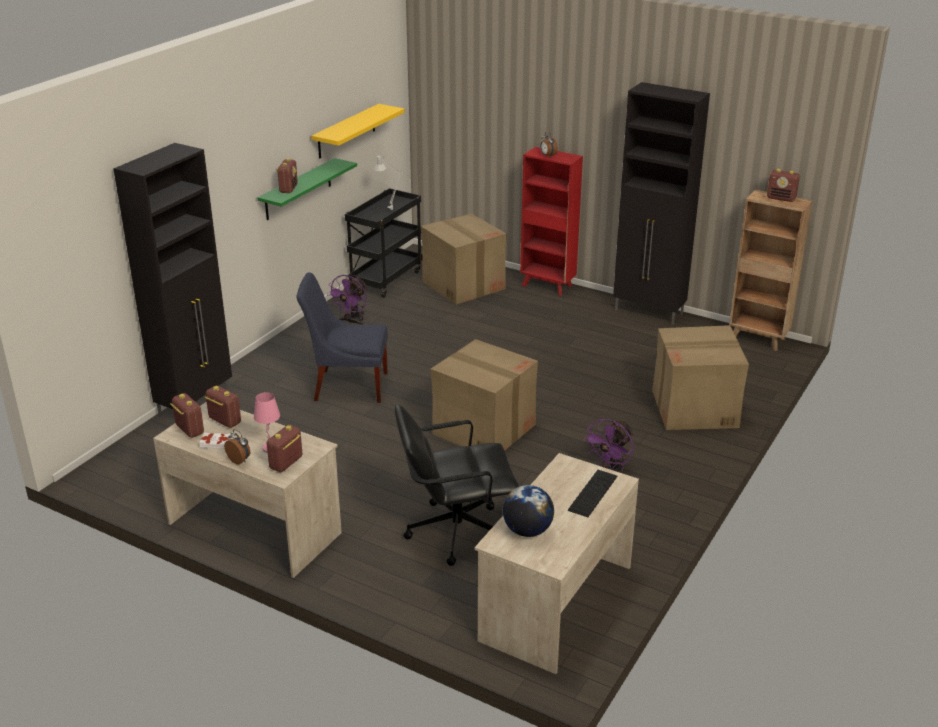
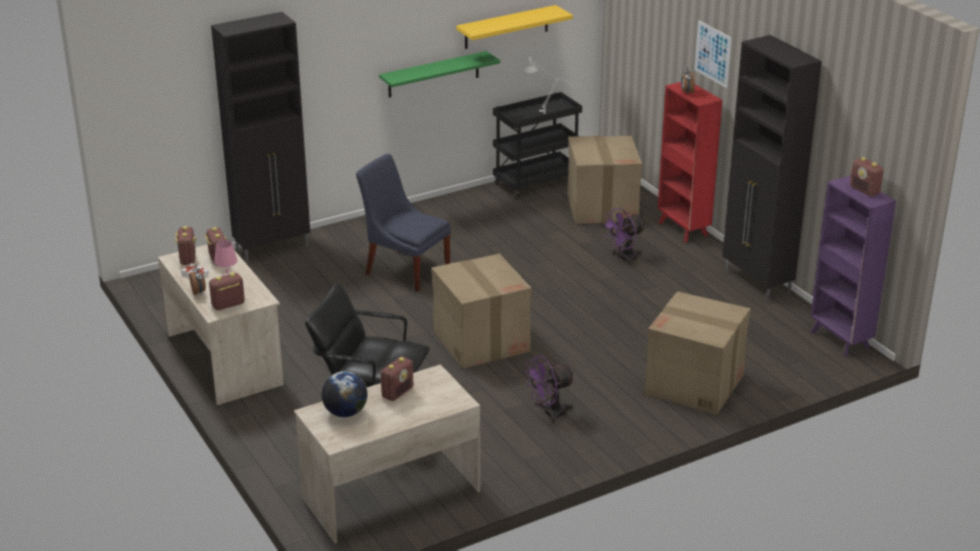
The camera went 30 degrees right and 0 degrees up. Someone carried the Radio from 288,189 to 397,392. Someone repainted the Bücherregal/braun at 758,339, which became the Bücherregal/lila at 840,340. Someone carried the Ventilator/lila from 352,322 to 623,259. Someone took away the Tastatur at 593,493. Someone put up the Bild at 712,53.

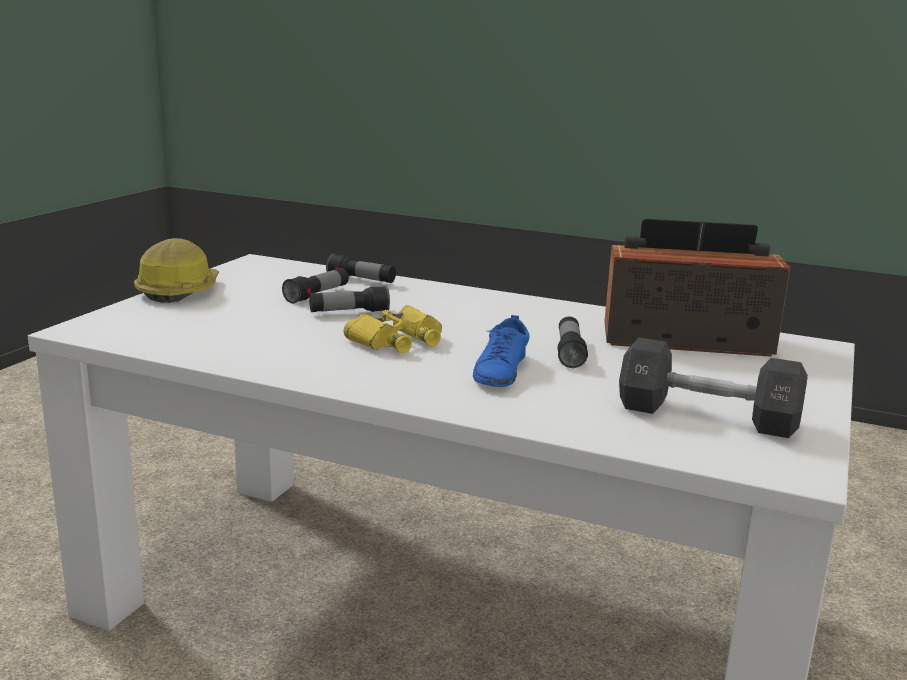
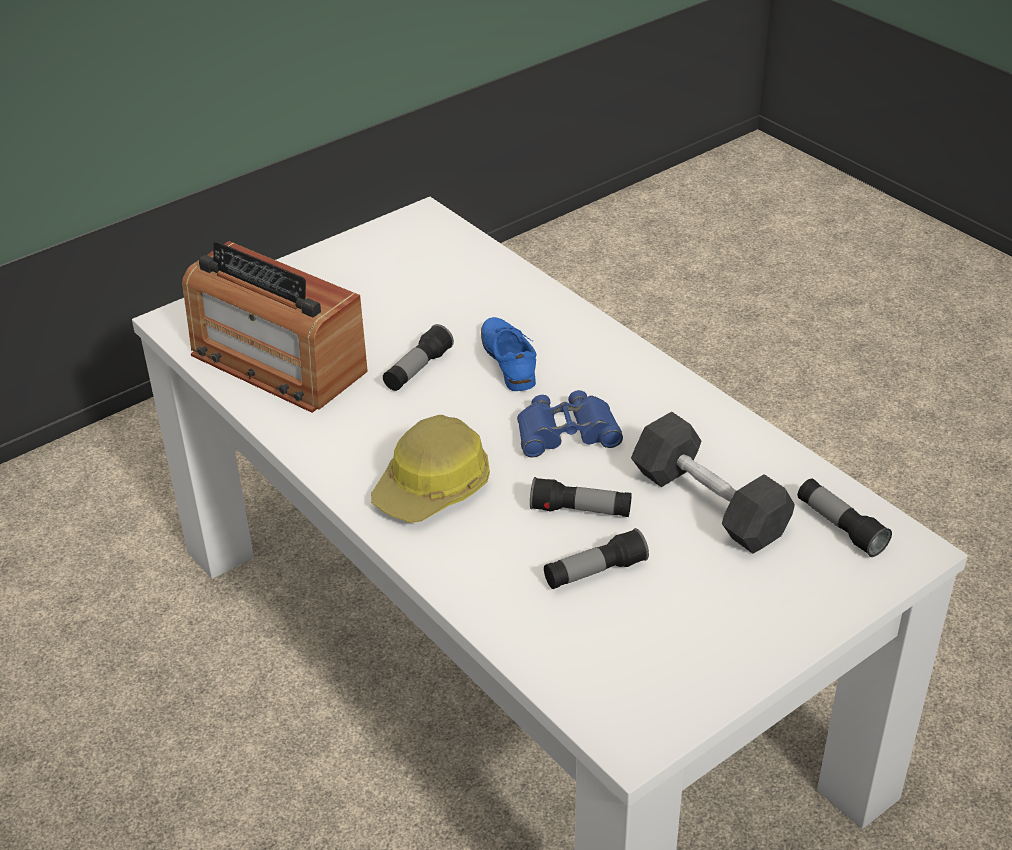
The camera went 150 degrees left and 20 degrees up. Someone carried the Schutzhelm from 178,291 to 434,487. Someone carried the Taschenlampe from 361,280 to 840,527. Someone repainted the Fernglas/gelb at 397,341, which became the Fernglas/blau at 566,433. Someone rotated the Schuh/blau at 500,370 by 60 degrees counterclockwise. Someone carried the Hantel/schwarz from 707,416 to 709,504.

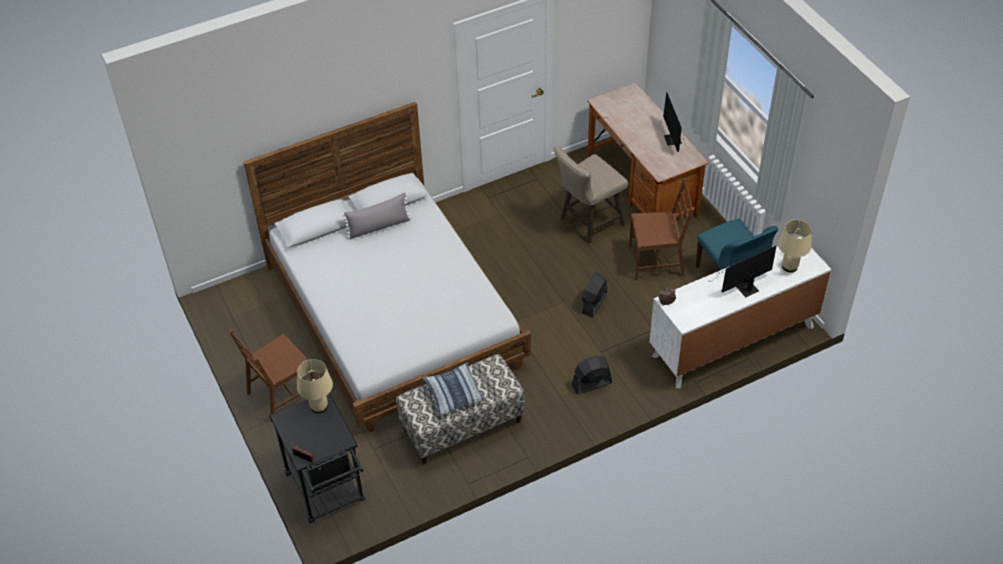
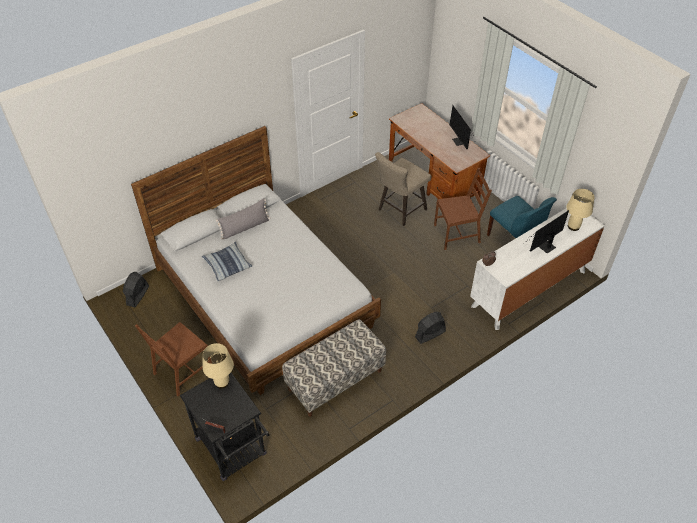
The camera went 10 degrees left and 0 degrees up. Someone carried the Ventilator/schwarz from 594,303 to 137,295. Someone carried the Kissen from 454,393 to 227,265.

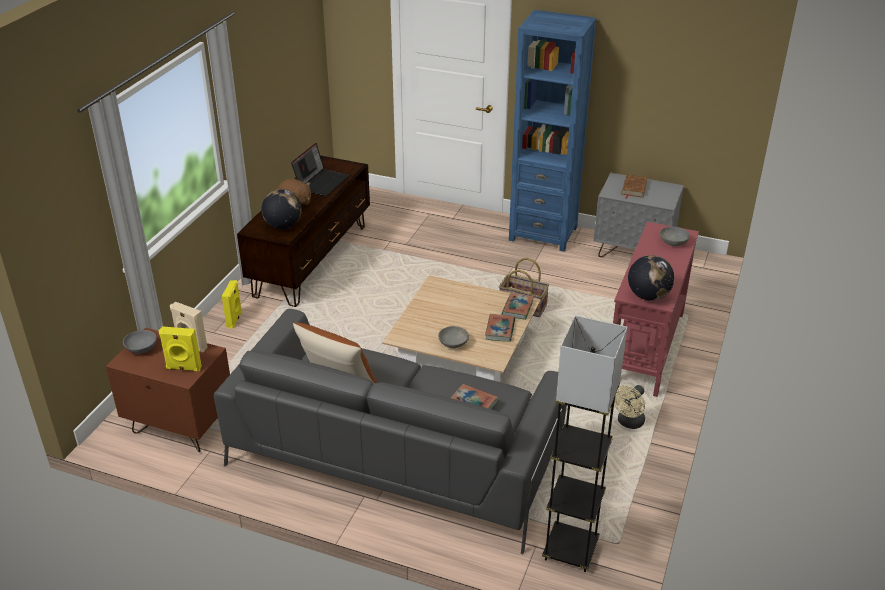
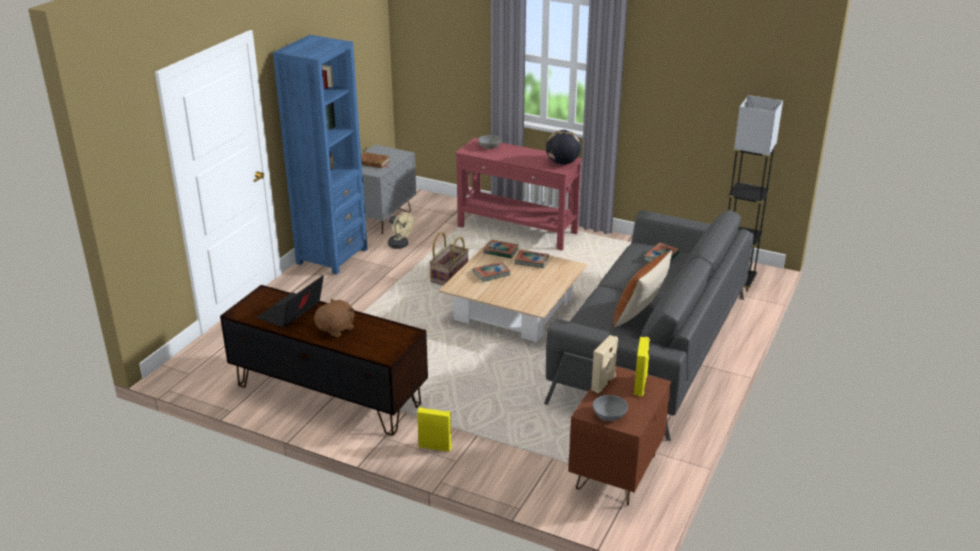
The camera went 85 degrees left and 5 degrees down. Someone rotated the Laptop at 321,182 by 90 degrees counterclockwise. Someone took away the Globus at 283,226. Someone took away the Schüssel/grau at 453,344. Someone carried the Ventilator/beige from 628,423 to 400,245. Someone put down the Buch at 491,273.

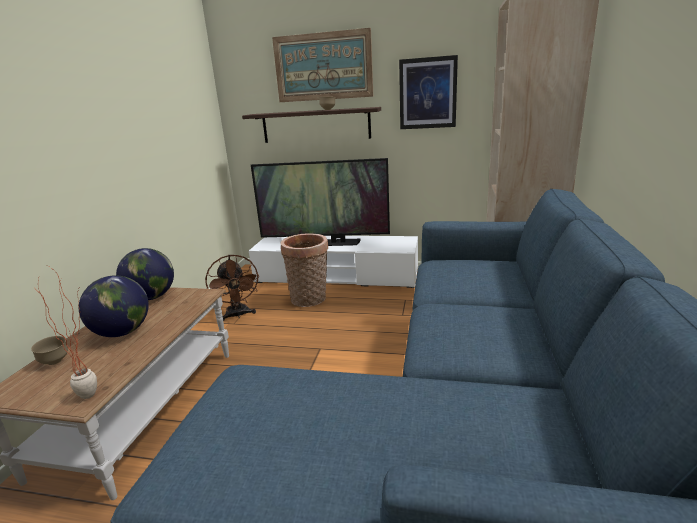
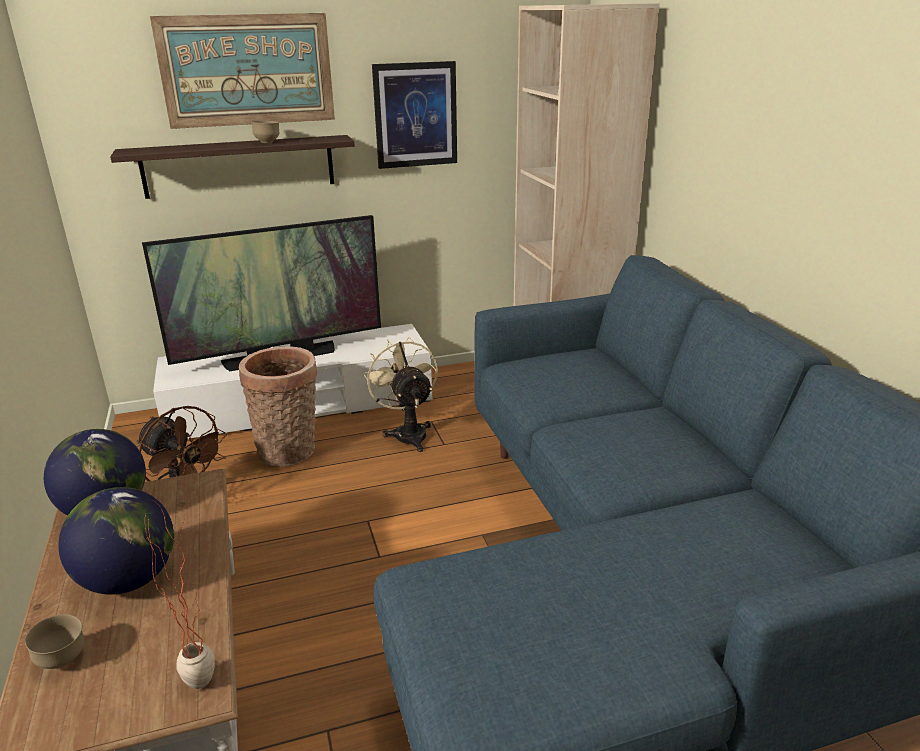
The camera went 30 degrees left and 5 degrees up. Someone put down the Ventilator/beige at 408,433.

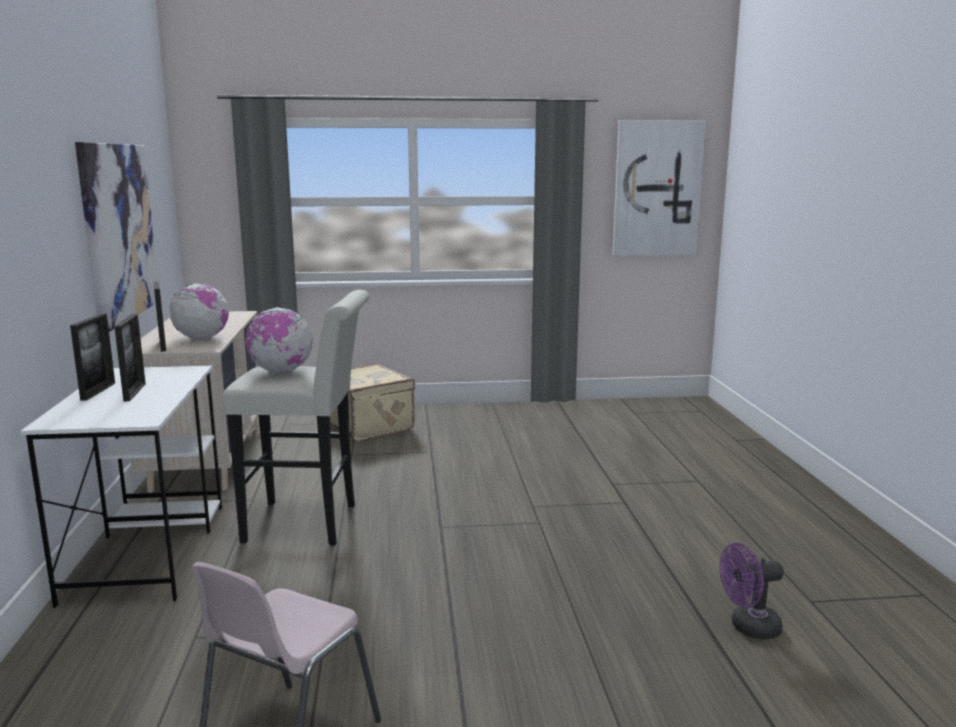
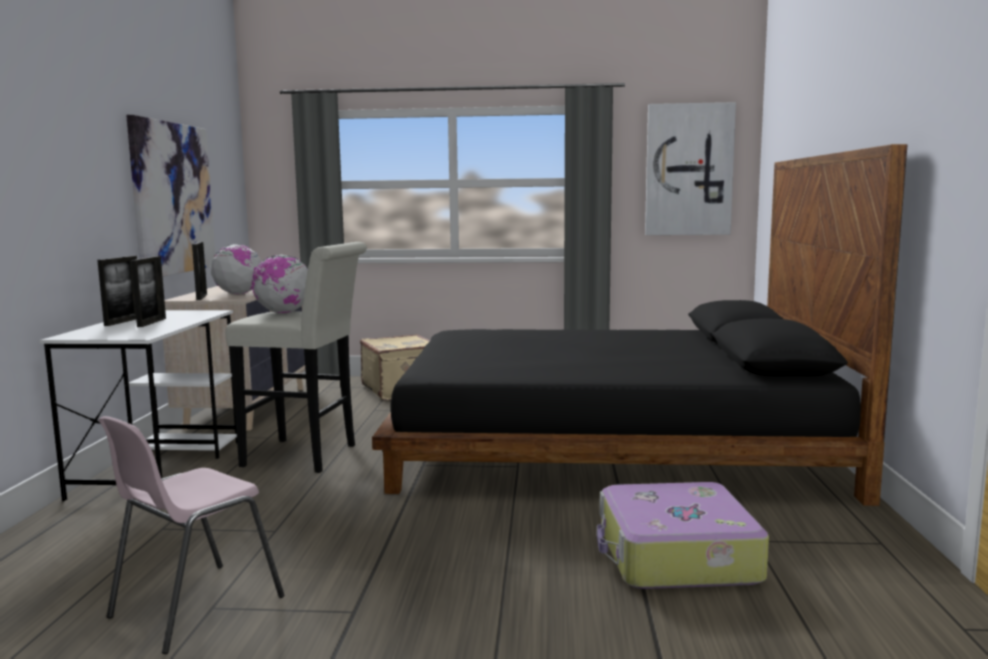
The camera went 10 degrees right and 5 degrees down. Someone swapped the Ventilator/lila at 748,628 for the Koffer at 675,556. Someone put down the Bett/schwarz at 607,444.

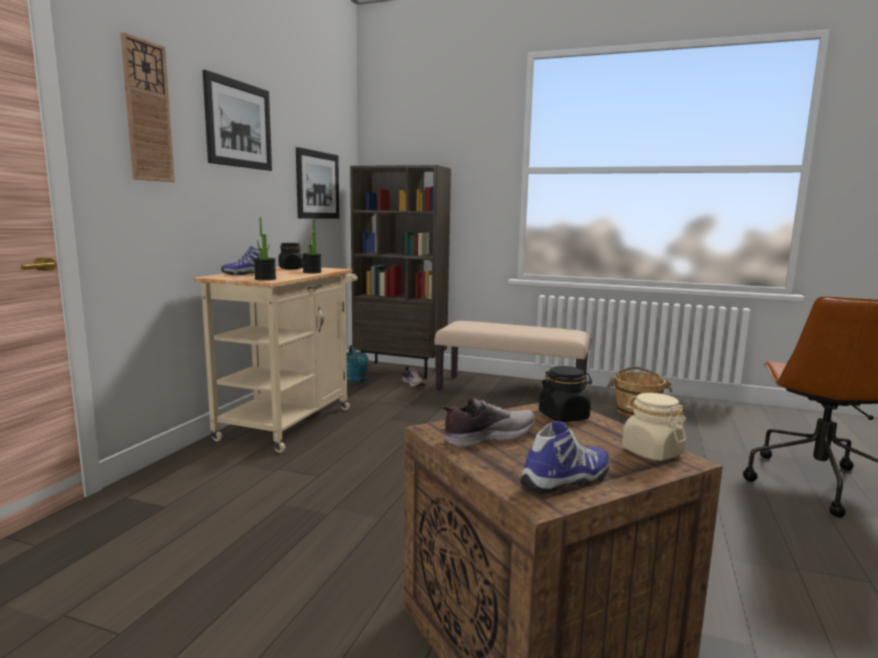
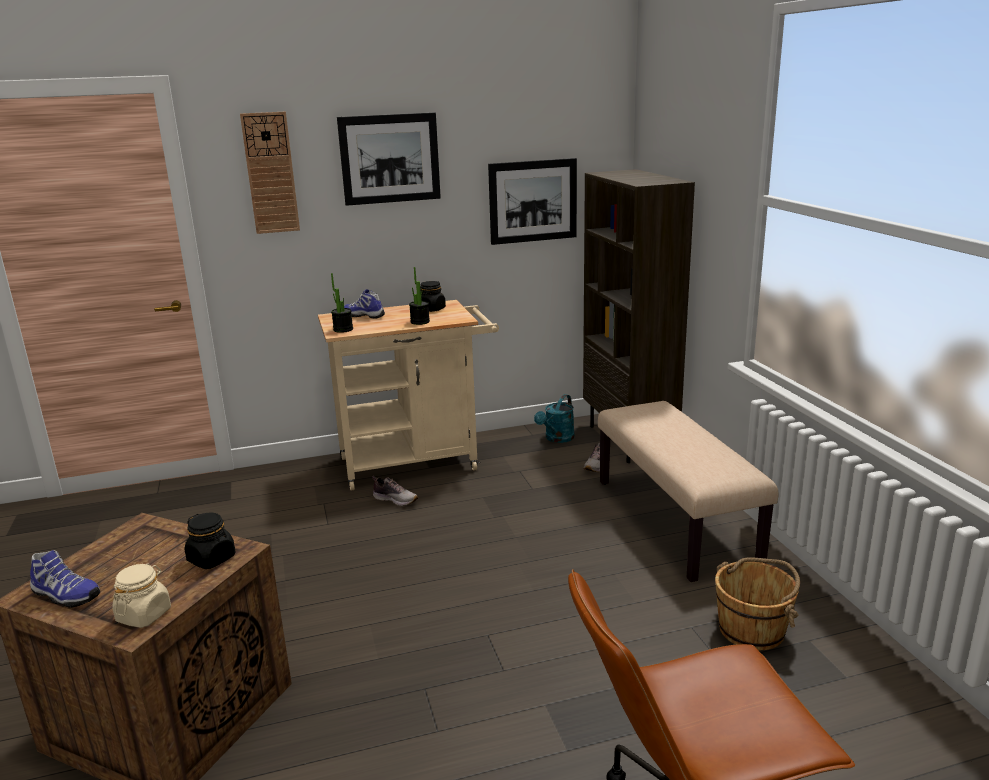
The camera went 55 degrees right and 10 degrees up. Someone carried the Schuh from 487,437 to 395,499.

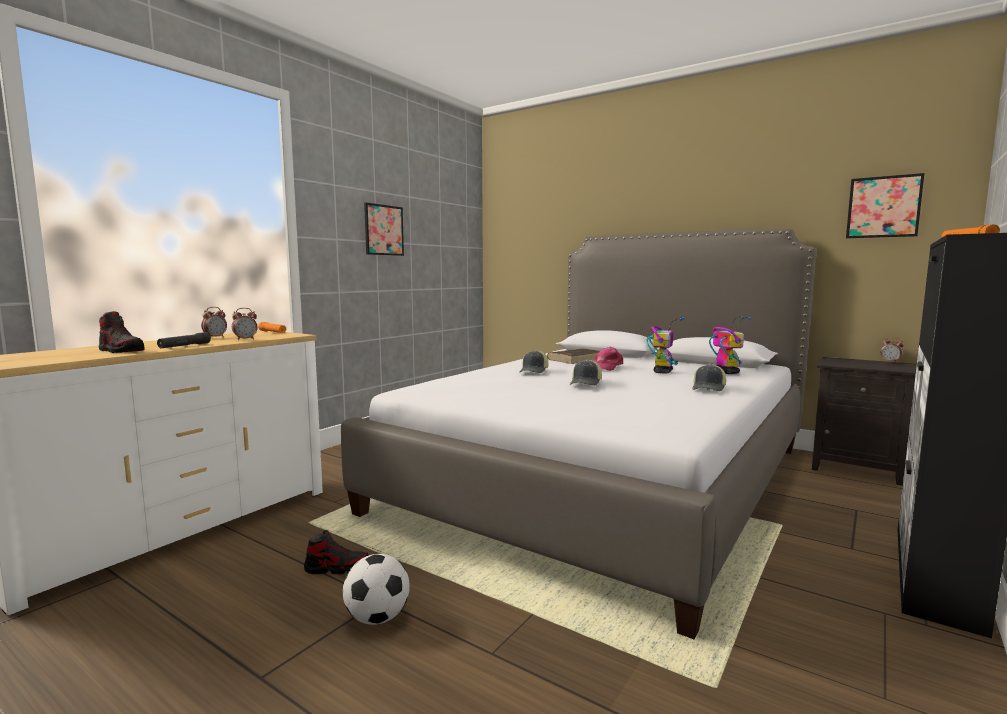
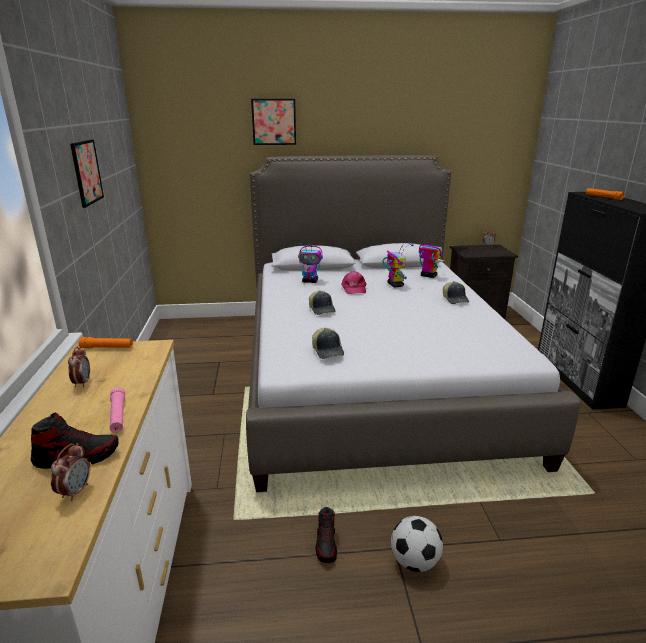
The camera went 40 degrees left and 15 degrees up. Someone carried the Bild from 883,207 to 274,122. Someone carried the Wecker from 245,339 to 75,491. Someone repainted the Taschenlampe/schwarz at 184,346, which became the Taschenlampe/rosa at 118,415. Someone swapped the Buch/braun at 576,359 for the Spielzeugroboter at 310,281. Someone carried the Kappe from 586,383 to 328,351. Someone rotated the Schuh at 336,568 by 135 degrees clockwise.

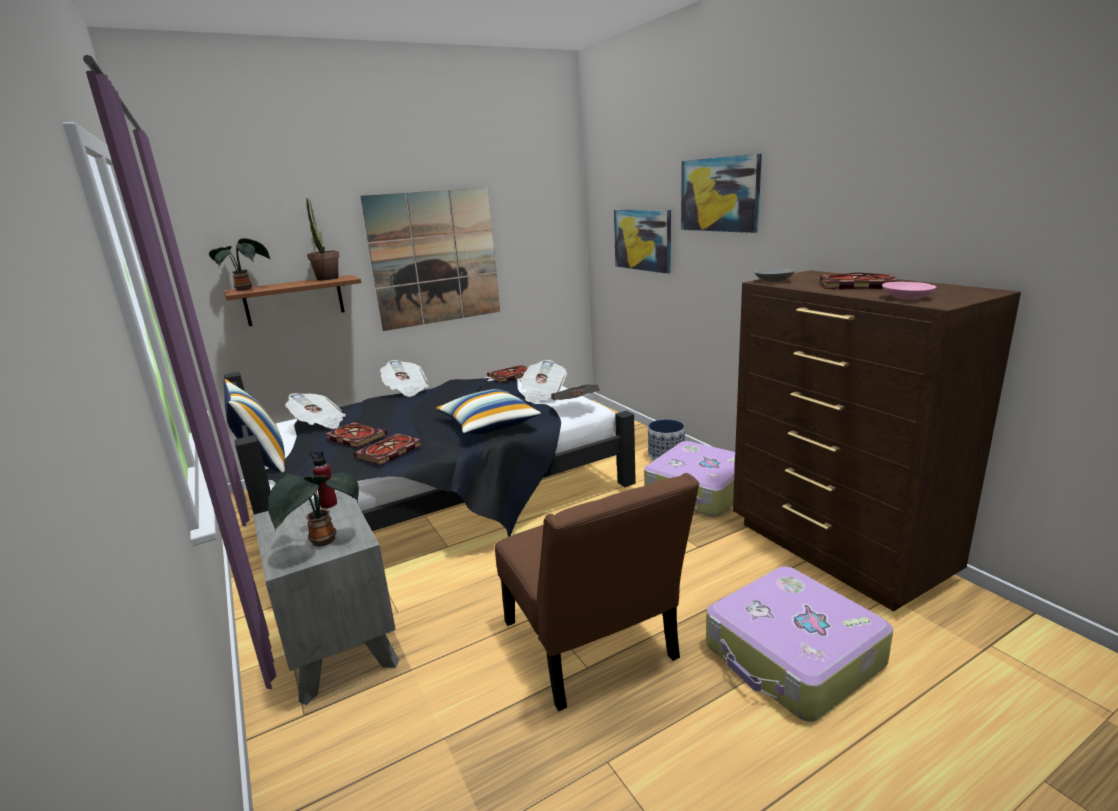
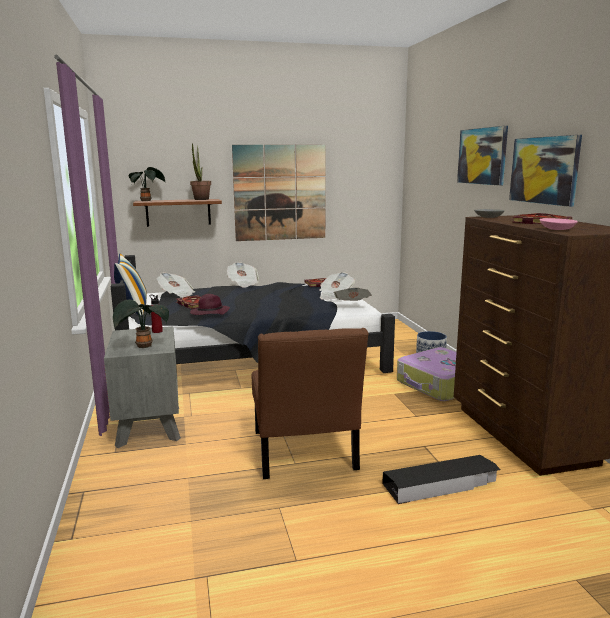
The camera went 15 degrees right and 5 degrees down. Someone carried the Bild from 643,240 to 544,170. Someone took away the Kissen at 488,425. Someone swapped the Buch at 389,452 for the Hut/lila at 209,313. Someone swapped the Koffer at 793,657 for the Aufbewahrungsbox/schwarz at 441,484.

